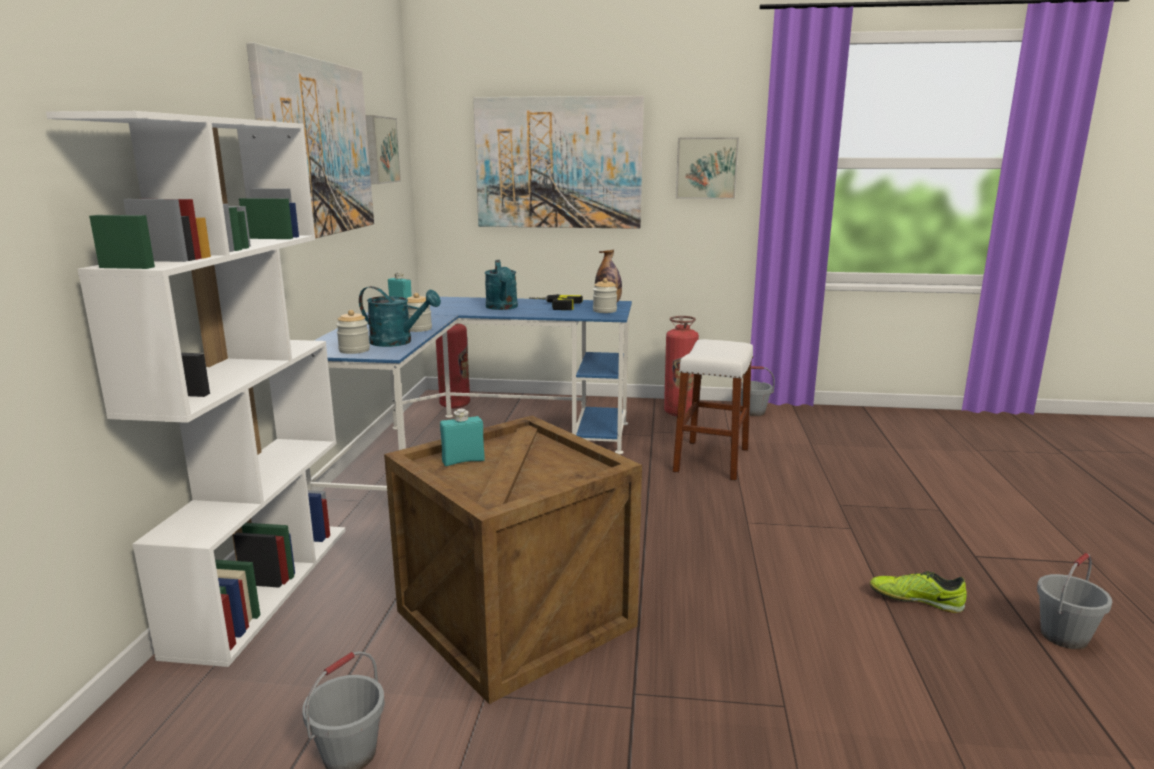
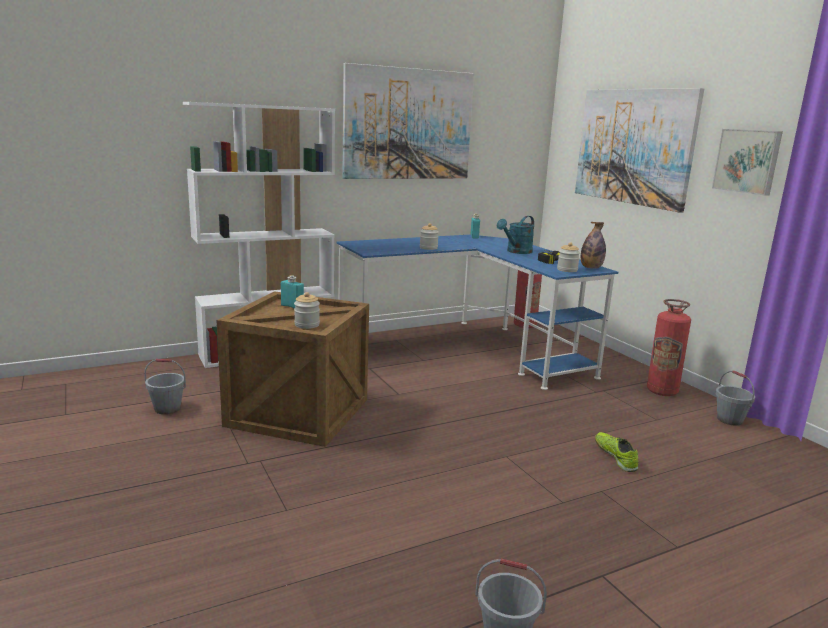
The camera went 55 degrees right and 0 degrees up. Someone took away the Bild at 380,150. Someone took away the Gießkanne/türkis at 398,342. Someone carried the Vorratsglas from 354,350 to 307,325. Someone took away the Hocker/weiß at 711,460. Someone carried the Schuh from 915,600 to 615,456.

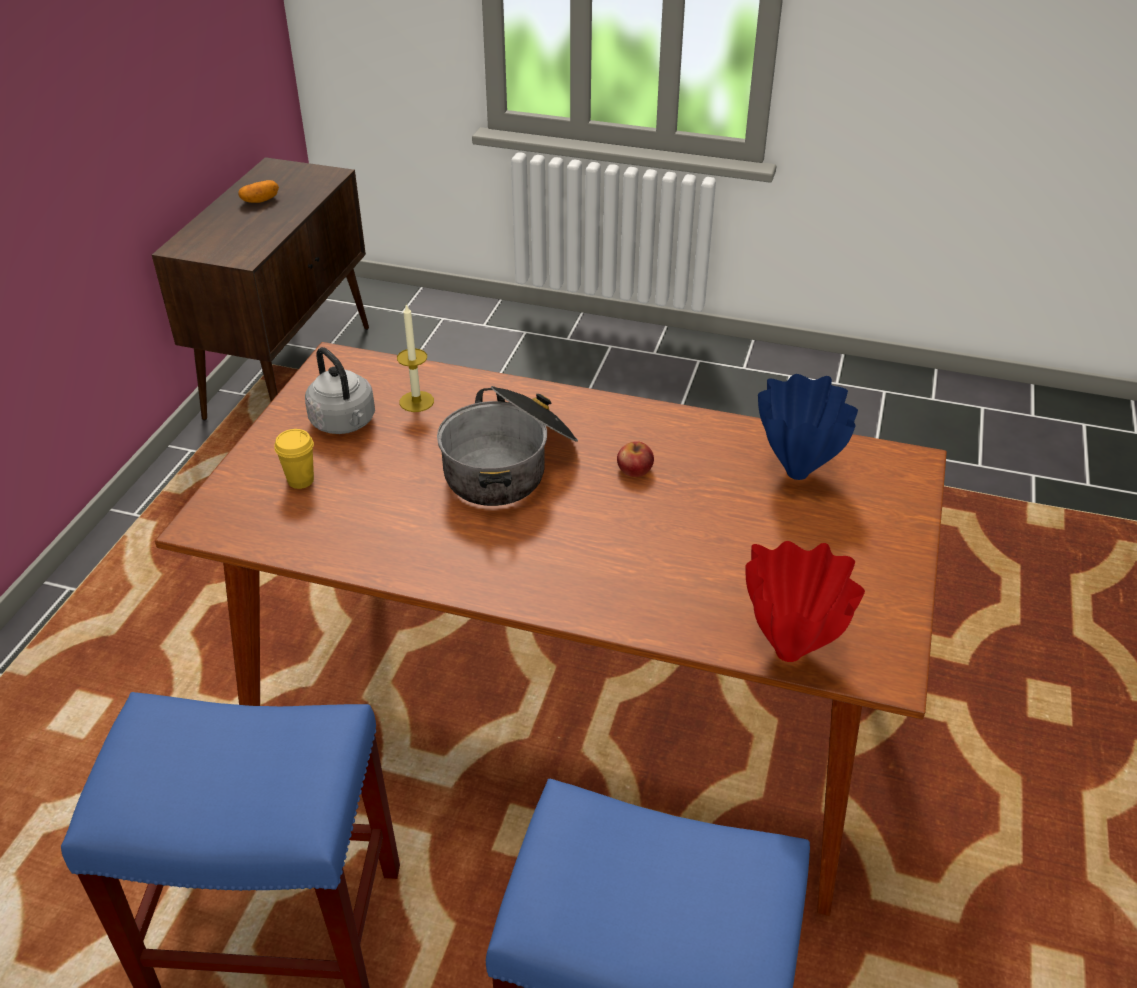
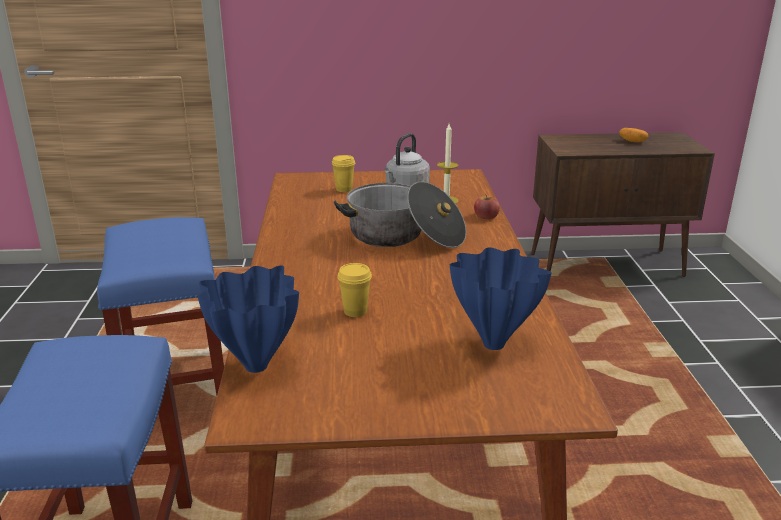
The camera went 70 degrees right and 15 degrees down. Someone carried the Apfel from 634,469 to 486,216. Someone repainted the Vase/rot at 790,654, which became the Vase/blau at 255,367. Someone put down the Tasse/gelb at 355,311.

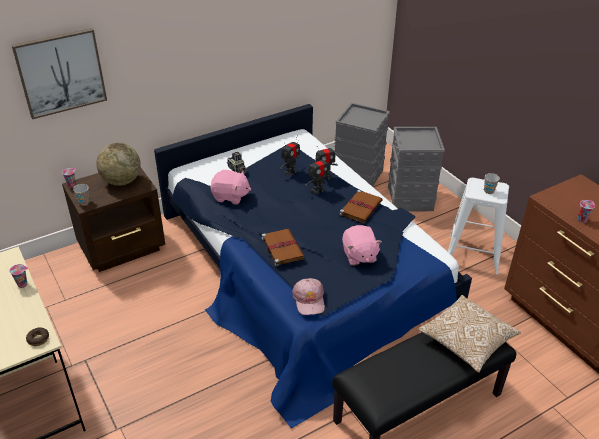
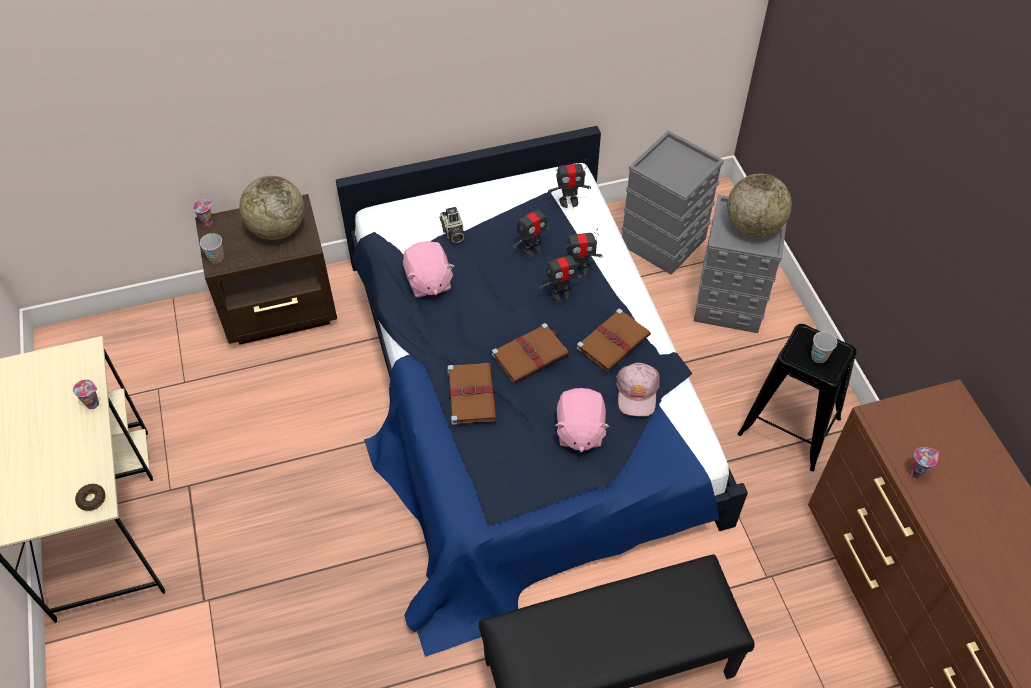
The camera went 15 degrees right and 15 degrees up. Someone took away the Bild at 61,73. Someone rotated the Plüschtier/rosa at 230,196 by 45 degrees clockwise. Someone repainted the Hocker/weiß at 473,254, which became the Hocker/schwarz at 789,426. Someone carried the Kappe/rosa from 309,300 to 637,392. Someone took away the Kissen at 466,341. Someone put down the Spielzeugroboter at 569,201. Someone put down the Globus at 753,227. Someone put down the Buch/braun at 531,354.

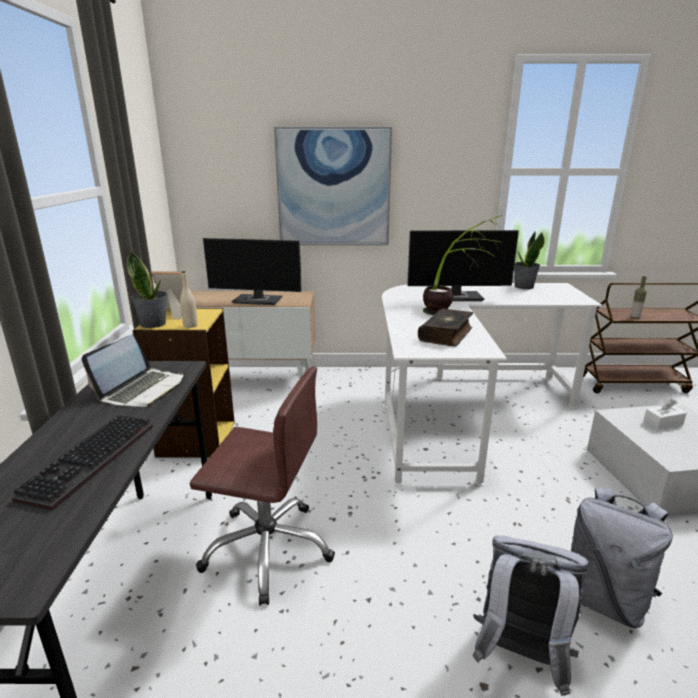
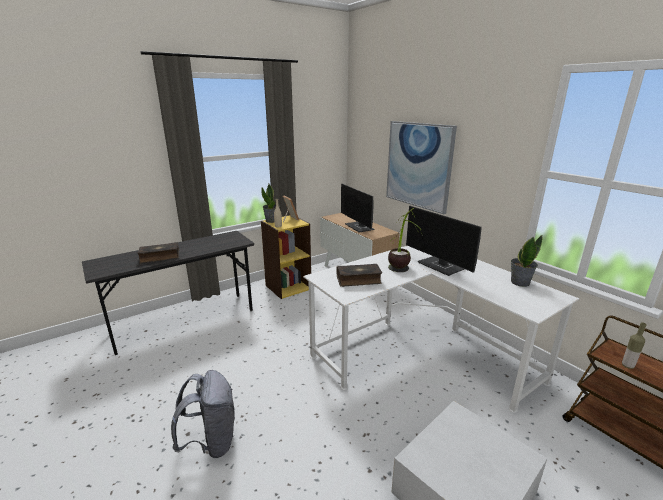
The camera went 55 degrees right and 0 degrees up. Someone took away the Laptop at 142,390. Someone took away the Bürostuhl/braun at 268,548. Someone took away the Taschentuchbox/weiß at 662,423. Someone swapped the Tastatur at 91,462 for the Buch at 160,257. Someone took away the Rucksack/grau at 603,599.

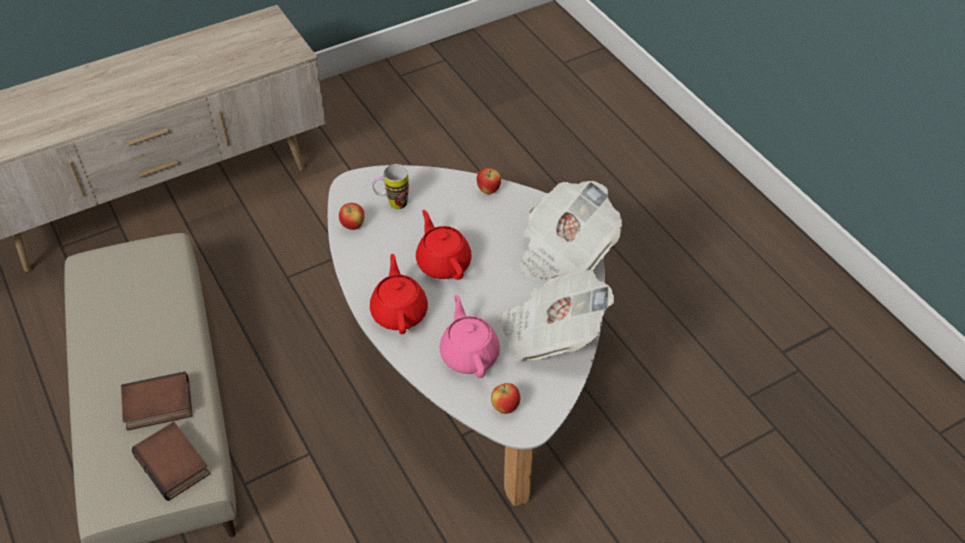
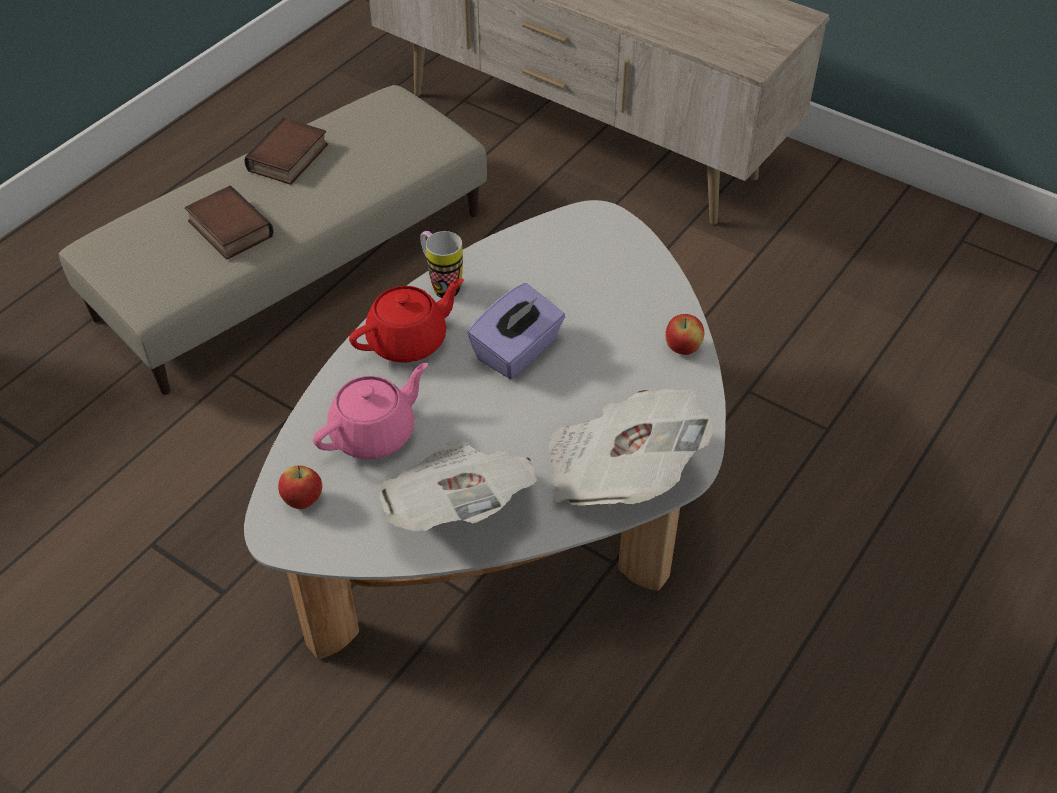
The camera went 65 degrees right and 0 degrees up. Someone carried the Henkelbecher from 392,204 to 441,285. Someone took away the Apfel at 353,226. Someone swapped the Teekanne/rot at 443,263 for the Taschentuchbox/lila at 517,351. Someone carried the Buch from 175,464 to 289,159.

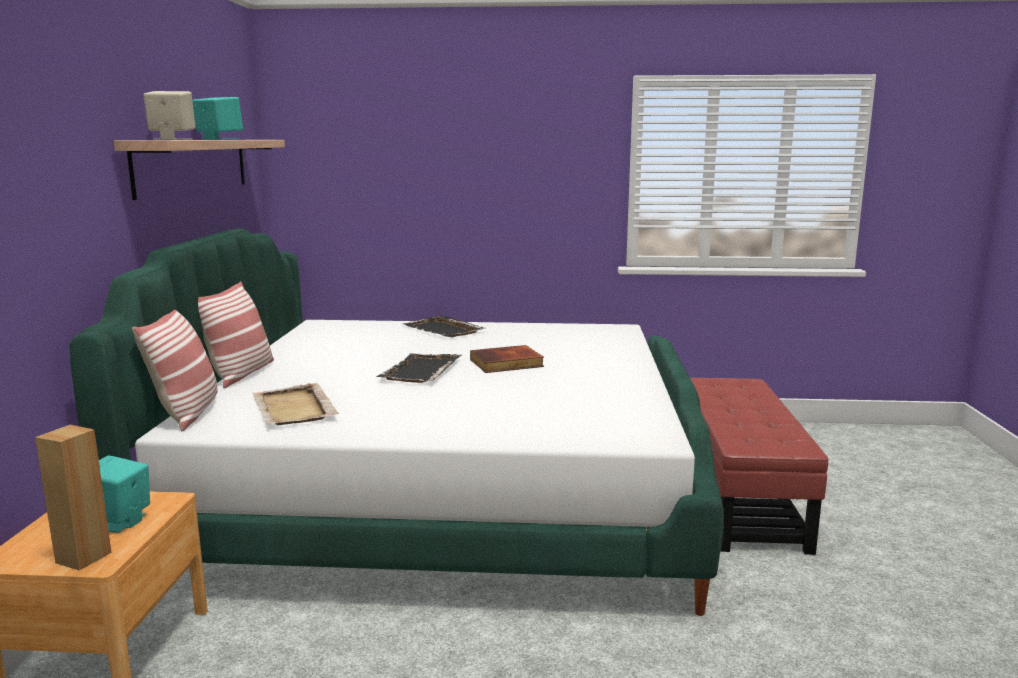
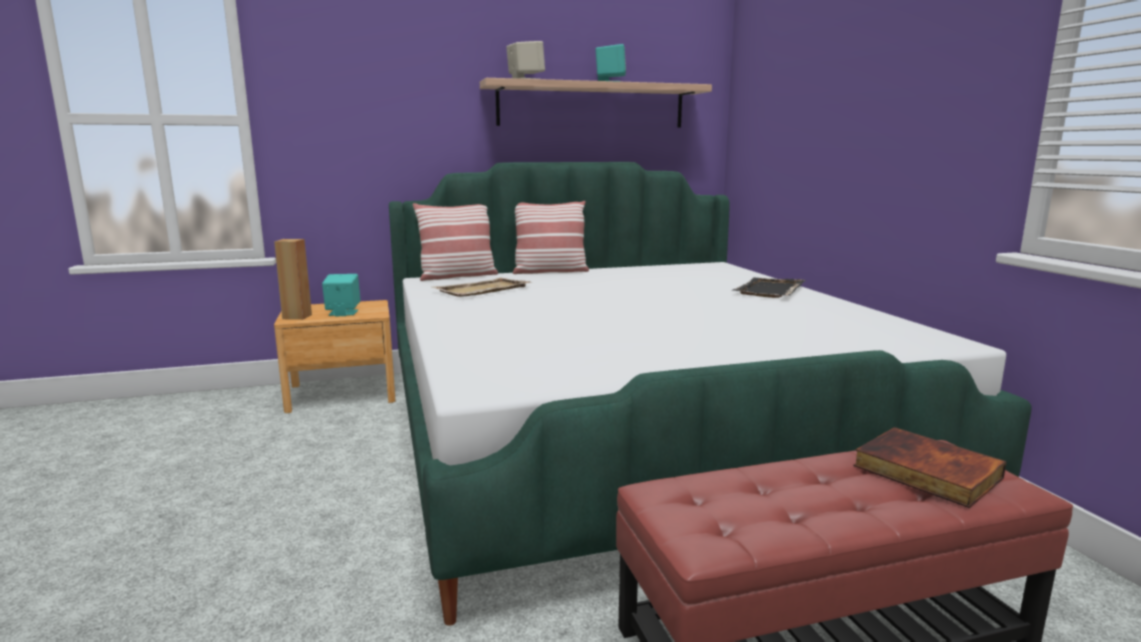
The camera went 70 degrees right and 0 degrees up. Someone carried the Buch from 506,363 to 925,472. Someone took away the Tablett/schwarz at 420,371.

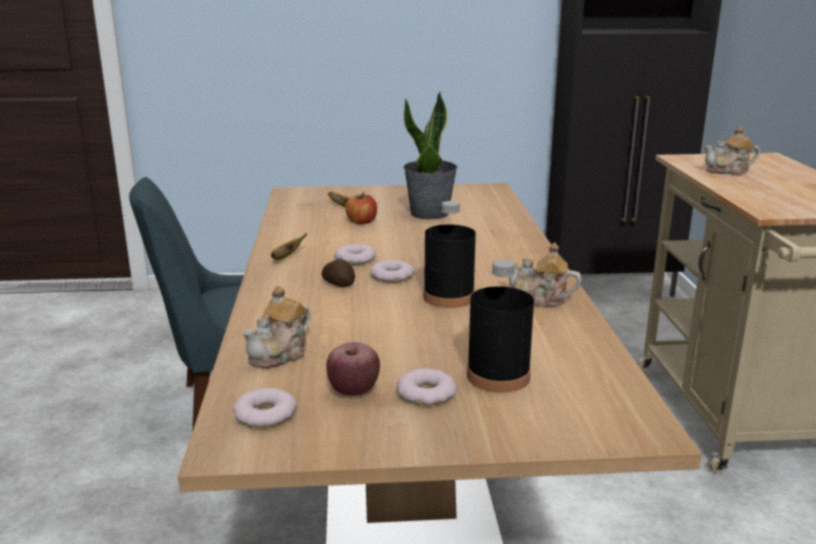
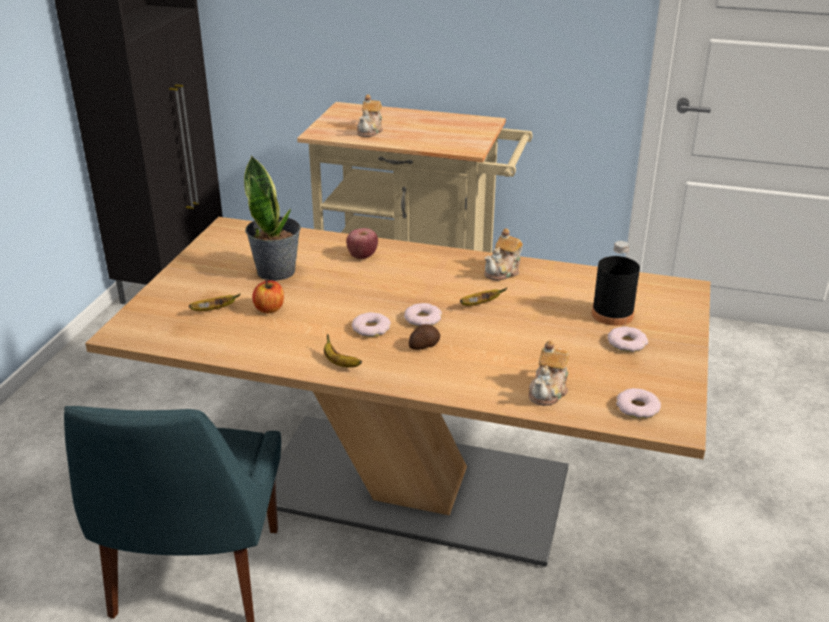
The camera went 70 degrees left and 10 degrees up. Someone swapped the Flasche/schwarz at 448,297 for the Banane at 480,304. Someone rotated the Teekanne at 280,354 by 60 degrees clockwise. Someone carried the Apfel from 354,391 to 362,256.

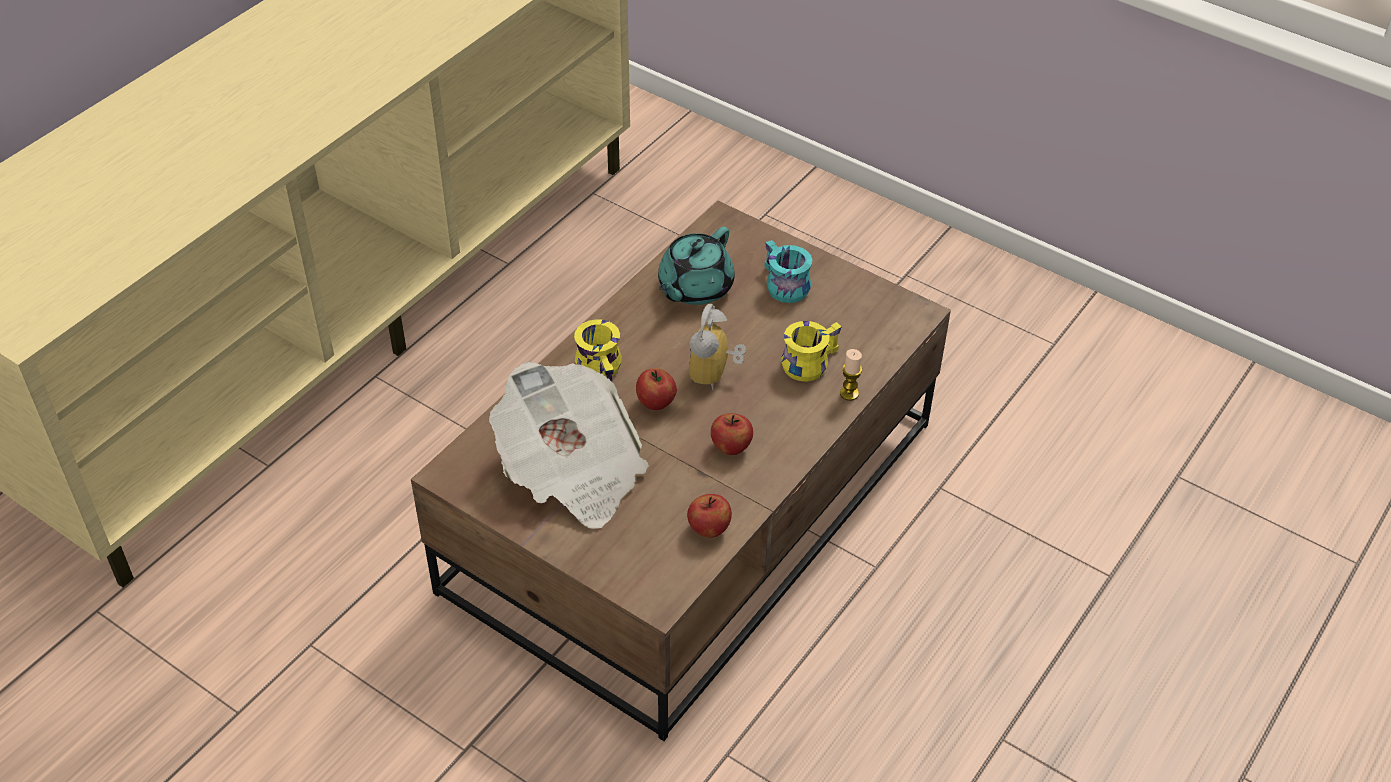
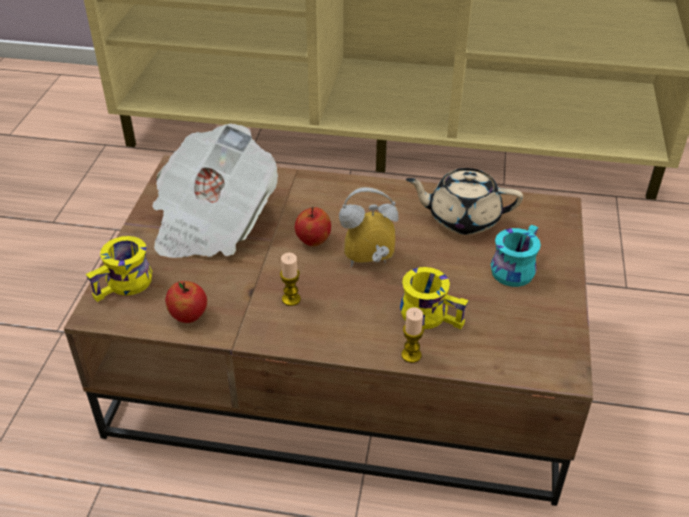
The camera went 65 degrees right and 5 degrees down. Someone repainted the Teekanne/türkis at 694,288, which became the Teekanne/beige at 462,218. Someone carried the Henkelbecher/gelb from 604,369 to 126,286. Someone swapped the Apfel at 731,447 for the Kerze at 291,299.

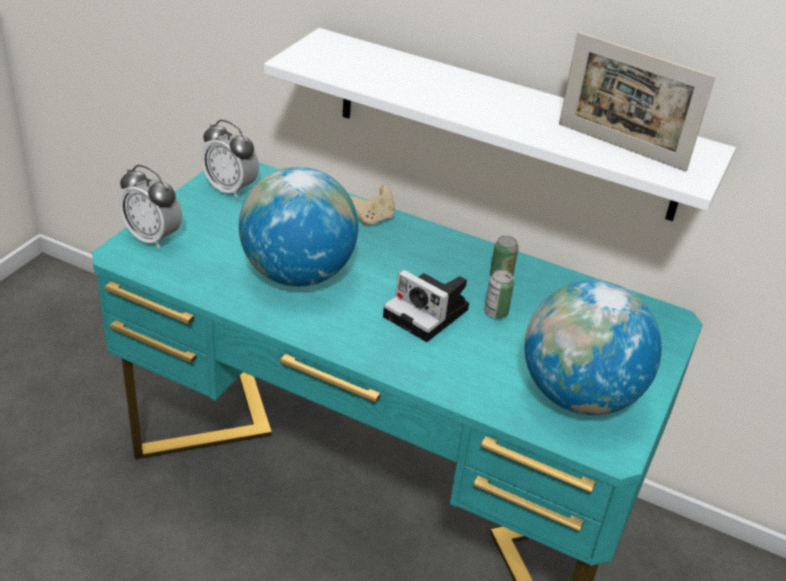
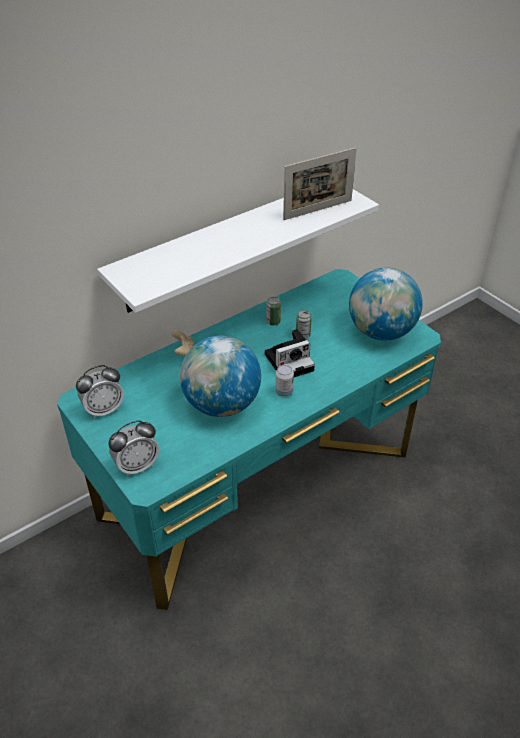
The camera went 60 degrees left and 5 degrees up. Someone put down the Dose at 284,392.

